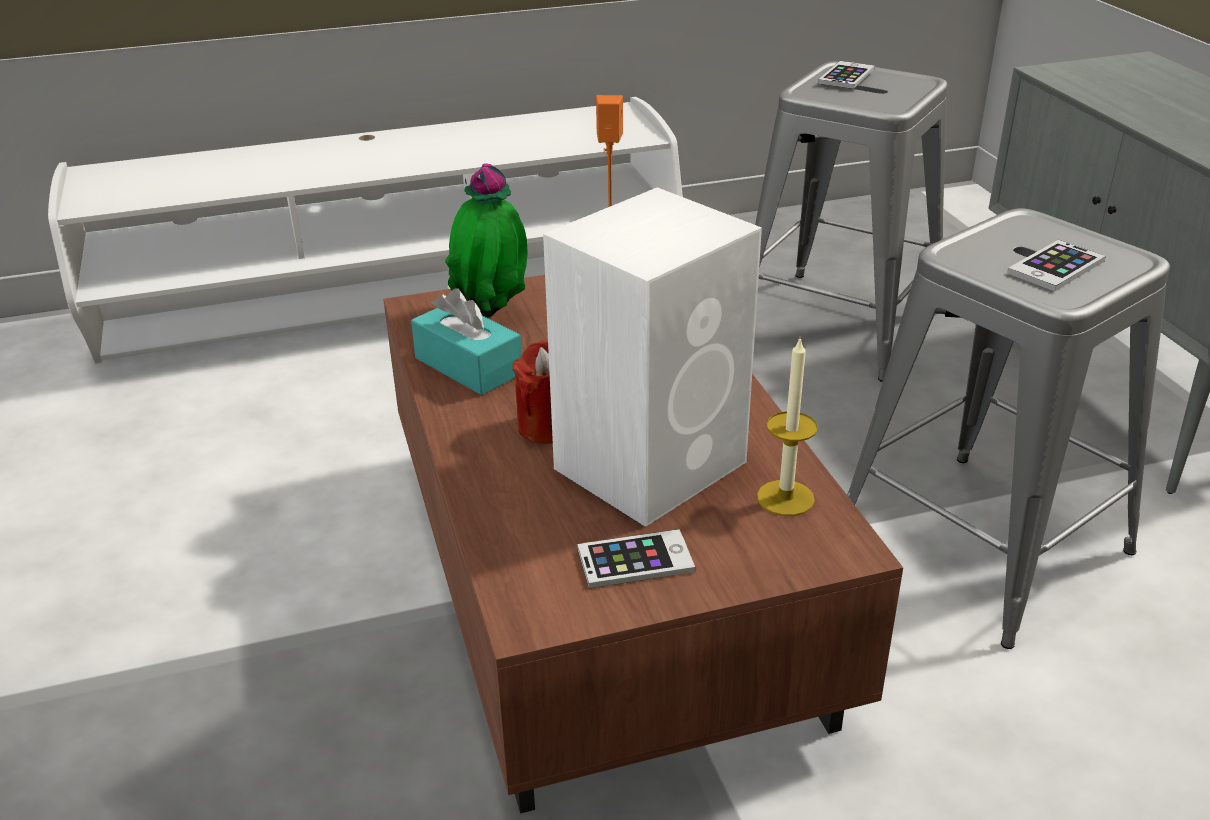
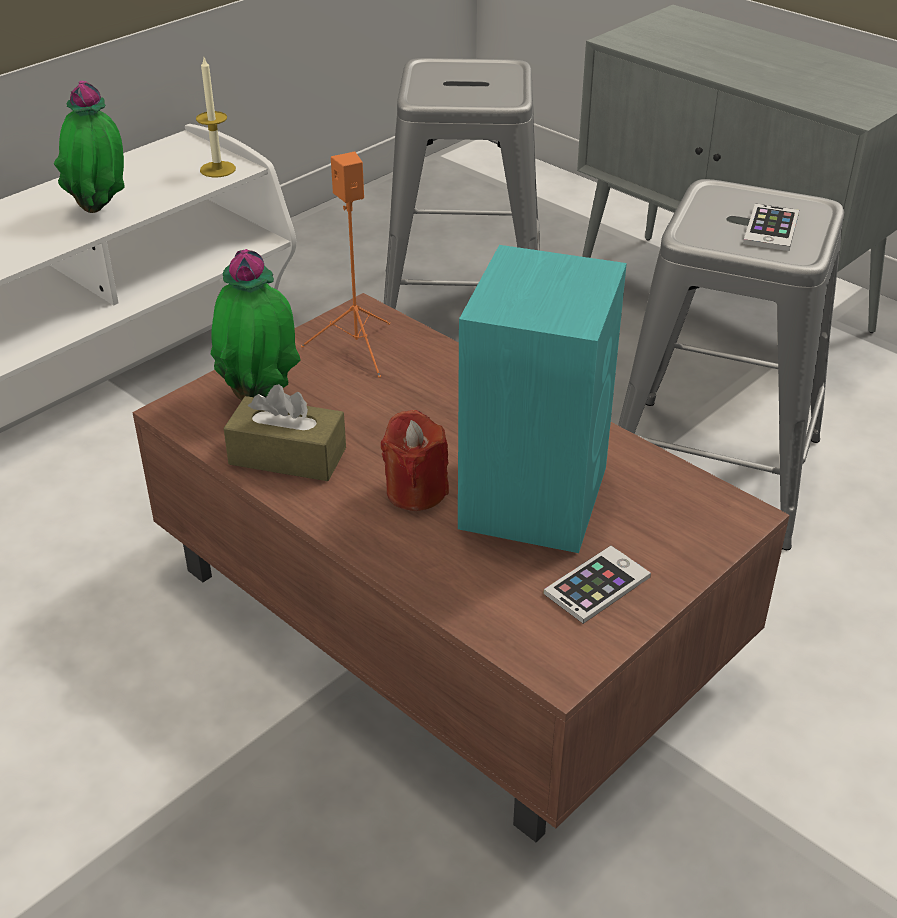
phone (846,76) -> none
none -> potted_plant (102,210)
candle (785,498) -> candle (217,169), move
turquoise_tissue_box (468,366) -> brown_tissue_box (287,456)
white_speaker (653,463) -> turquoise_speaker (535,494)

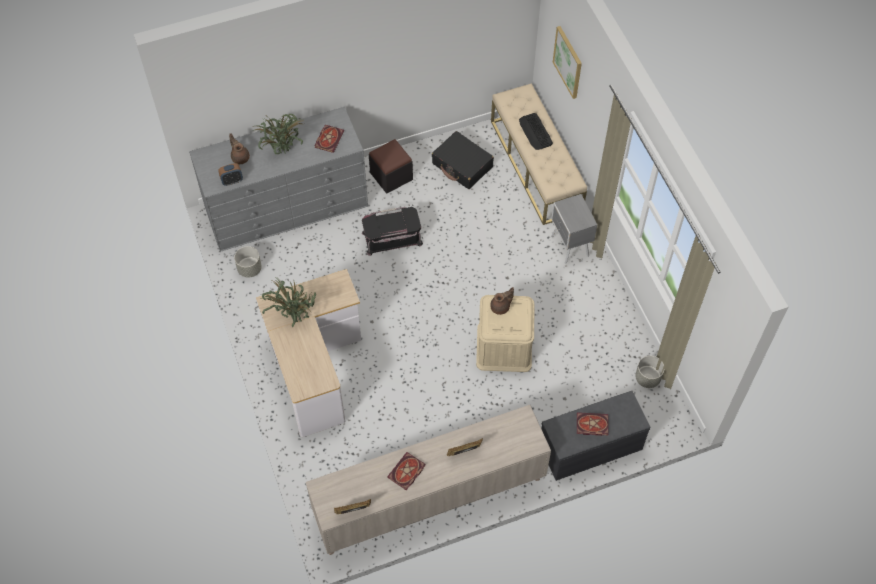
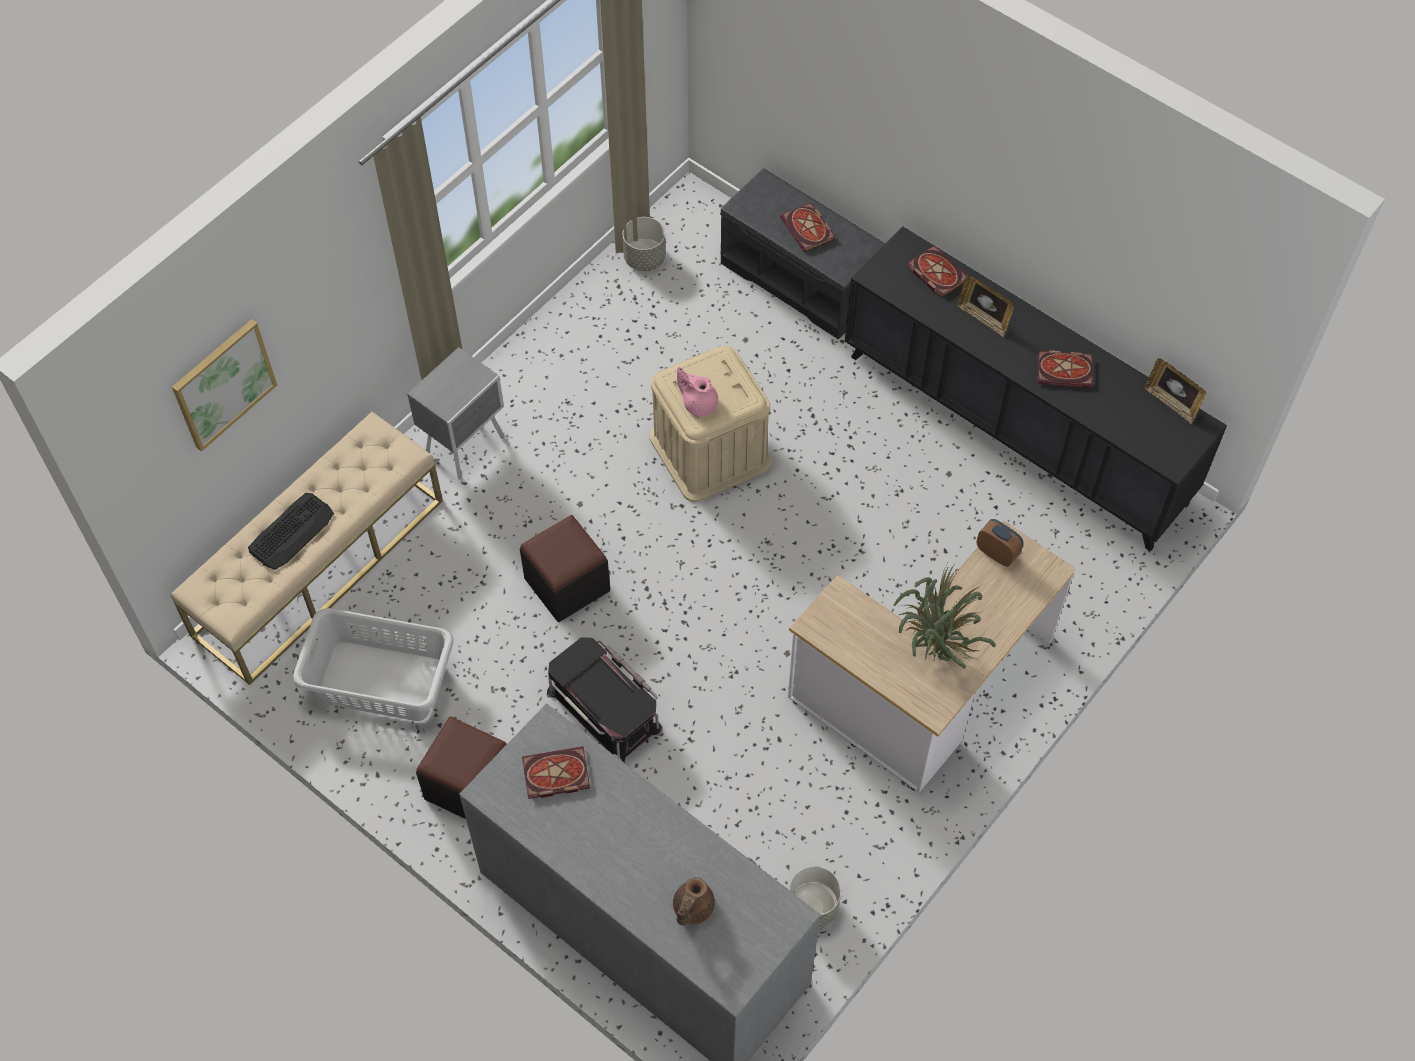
potted_plant (282,151) -> none
none -> black_ottoman (567,584)
none -> book (935,273)
alarm_clock (232,181) -> alarm_clock (997,553), move
black_suitcase (462,165) -> grey_laundry_basket (380,680)
beige_cabinet (429,498) -> black_cabinet (1016,427)
brown_teapot (501,307) -> pink_teapot (699,403)

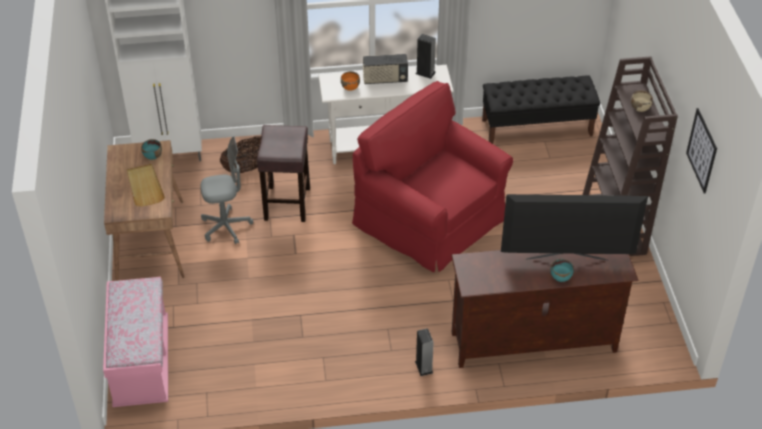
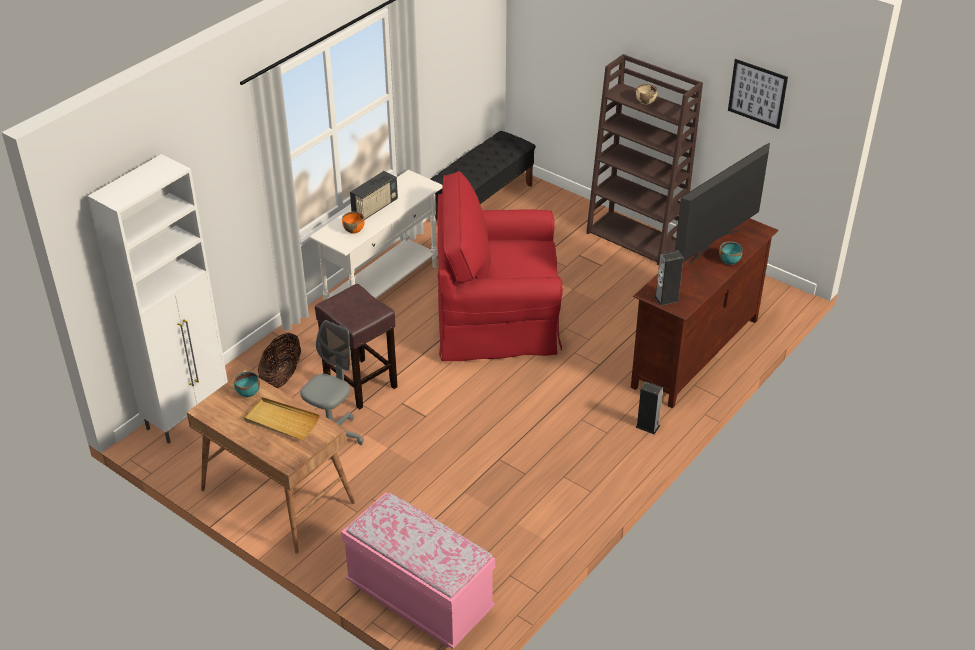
speaker (425,73) -> speaker (666,299), move

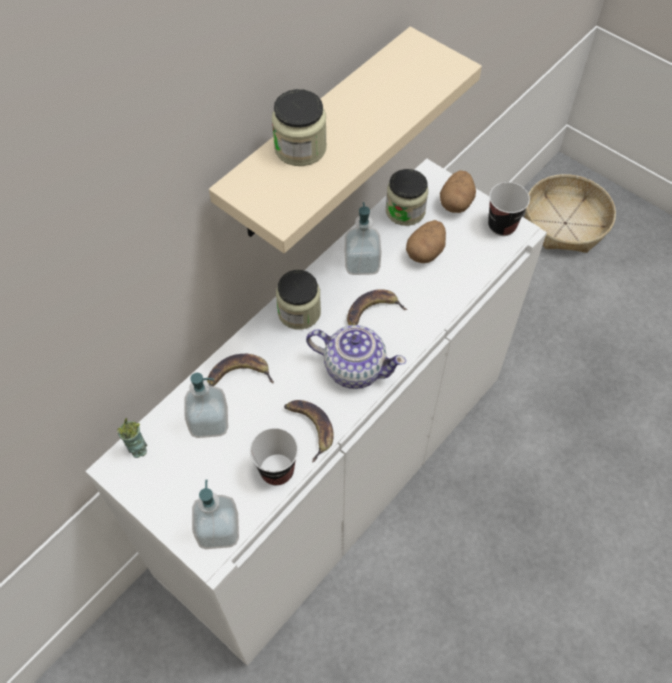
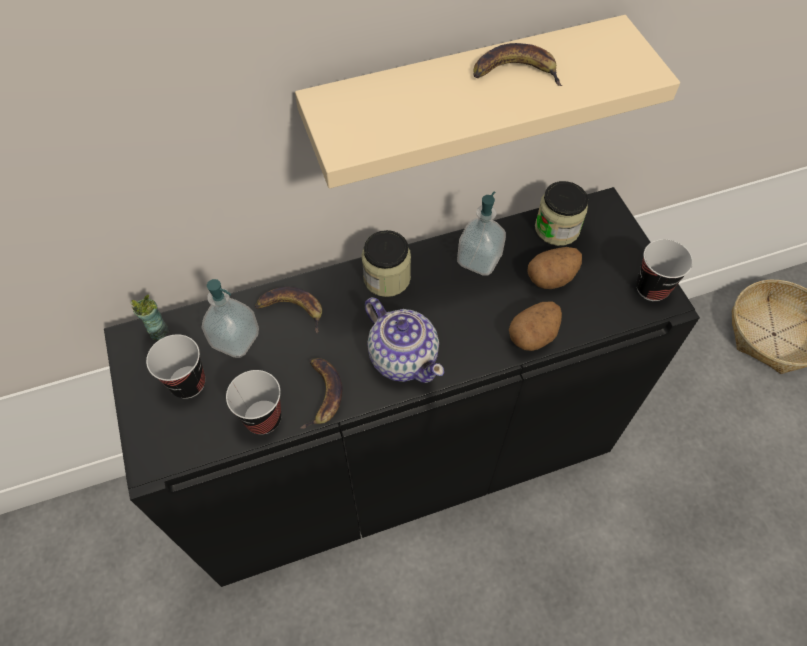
soap_dispenser (218,530) -> none
jar (300,148) -> none
none -> cup (188,383)
banana (372,312) -> banana (514,72), move
potato (456,202) -> potato (533,335), move
white_cabinet (336,473) -> black_cabinet (403,458)

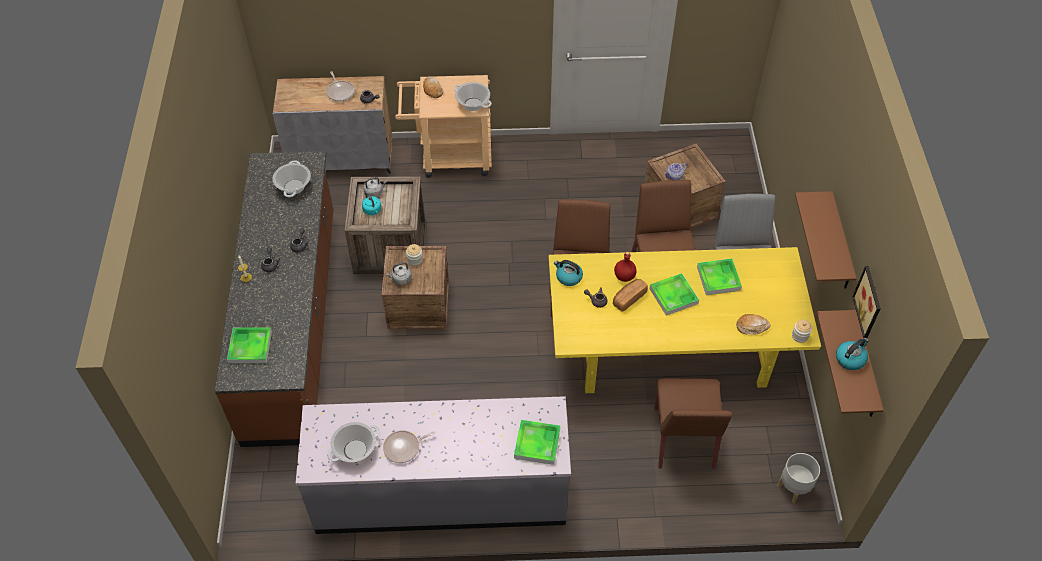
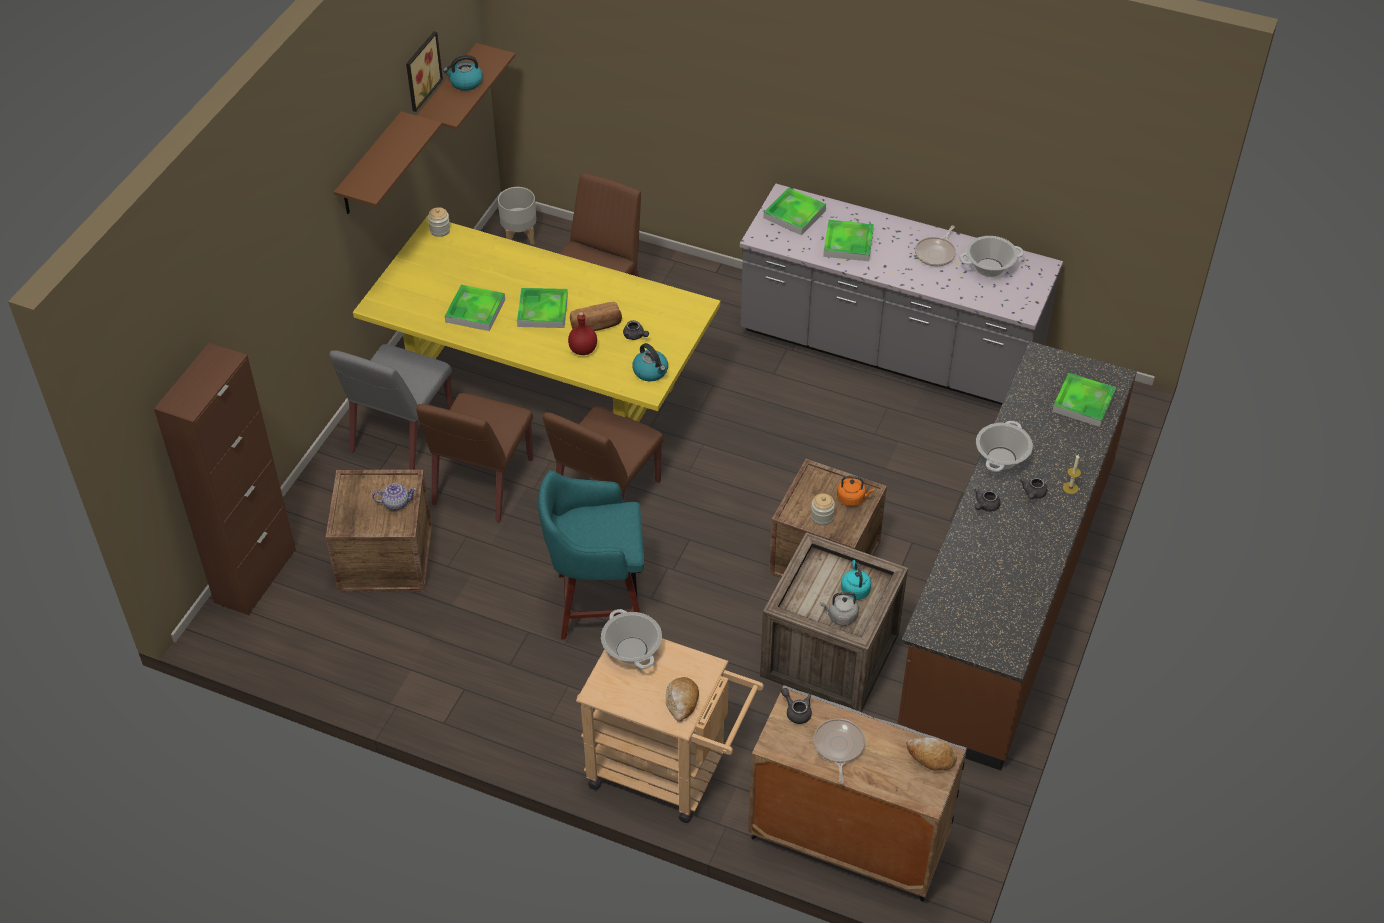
none -> brown_cabinet (255,576)
none -> turquoise_stool (597,604)
none -> tray (848,243)
cooking_pot (294,186) -> cooking_pot (1001,458), move
bread (751,327) -> bread (930,757), move
grey_kettle (400,279) -> orange_kettle (852,498)
frying_pan (404,448) -> frying_pan (936,253), 120 degrees clockwise

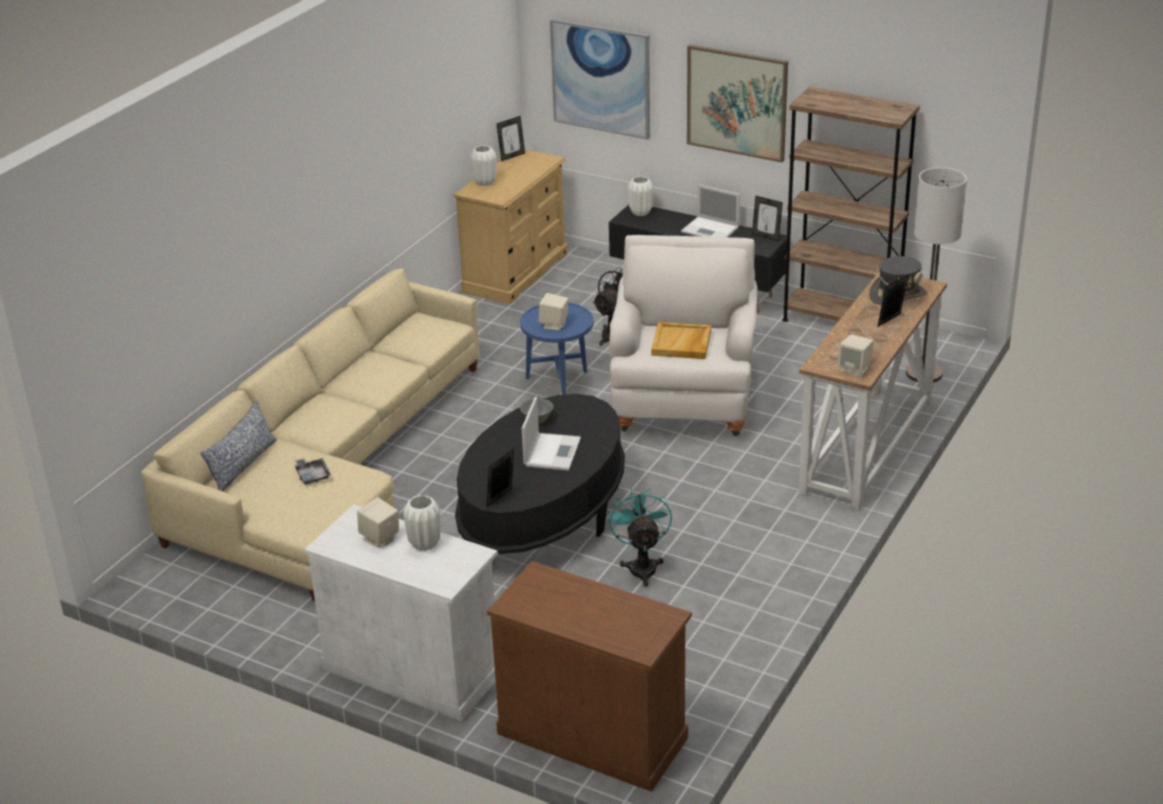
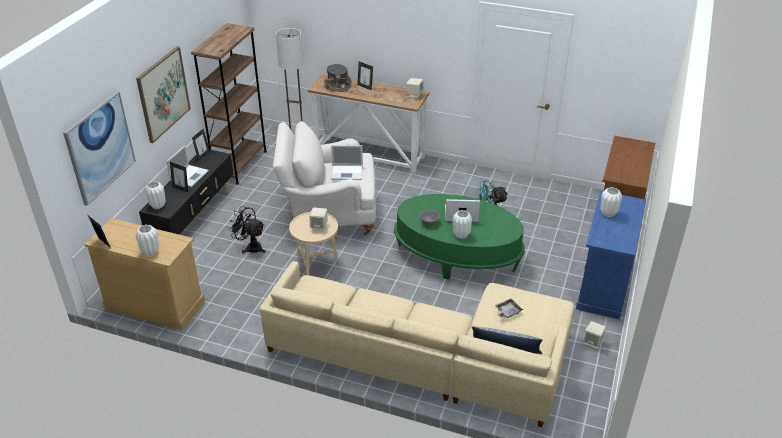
none -> white_vase (461,235)
beige_speaker (380,538) -> beige_speaker (592,342), move
picture_frame (501,499) -> picture_frame (181,188), move
beige_tray (682,343) -> laptop (347,172)
white_cabinet (413,670) -> blue_cabinet (603,285)
black_coffee_table (543,516) -> green_coffee_table (457,255)
blue_side_table (559,385) -> beige_side_table (316,265)

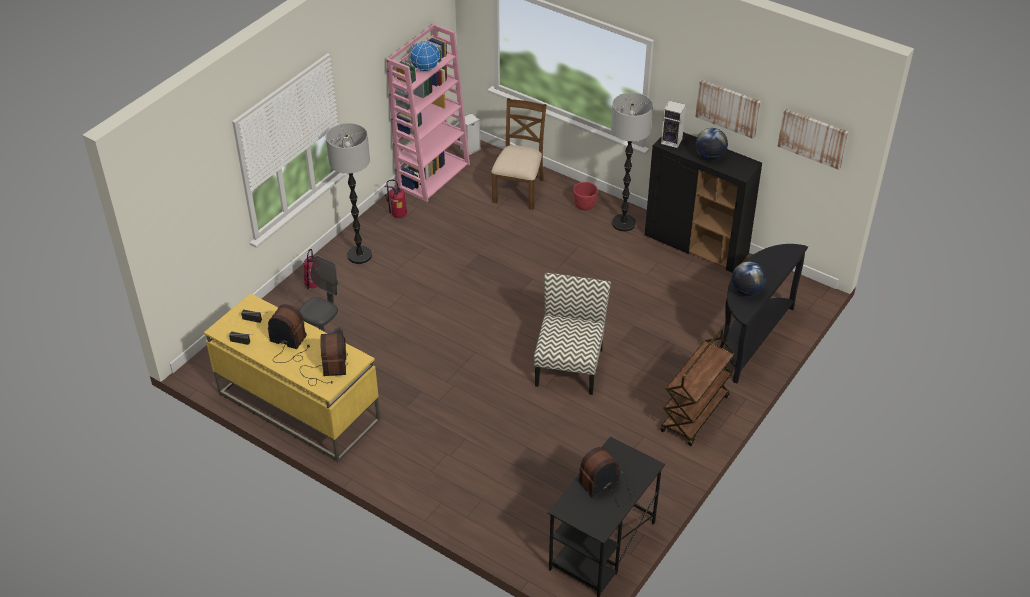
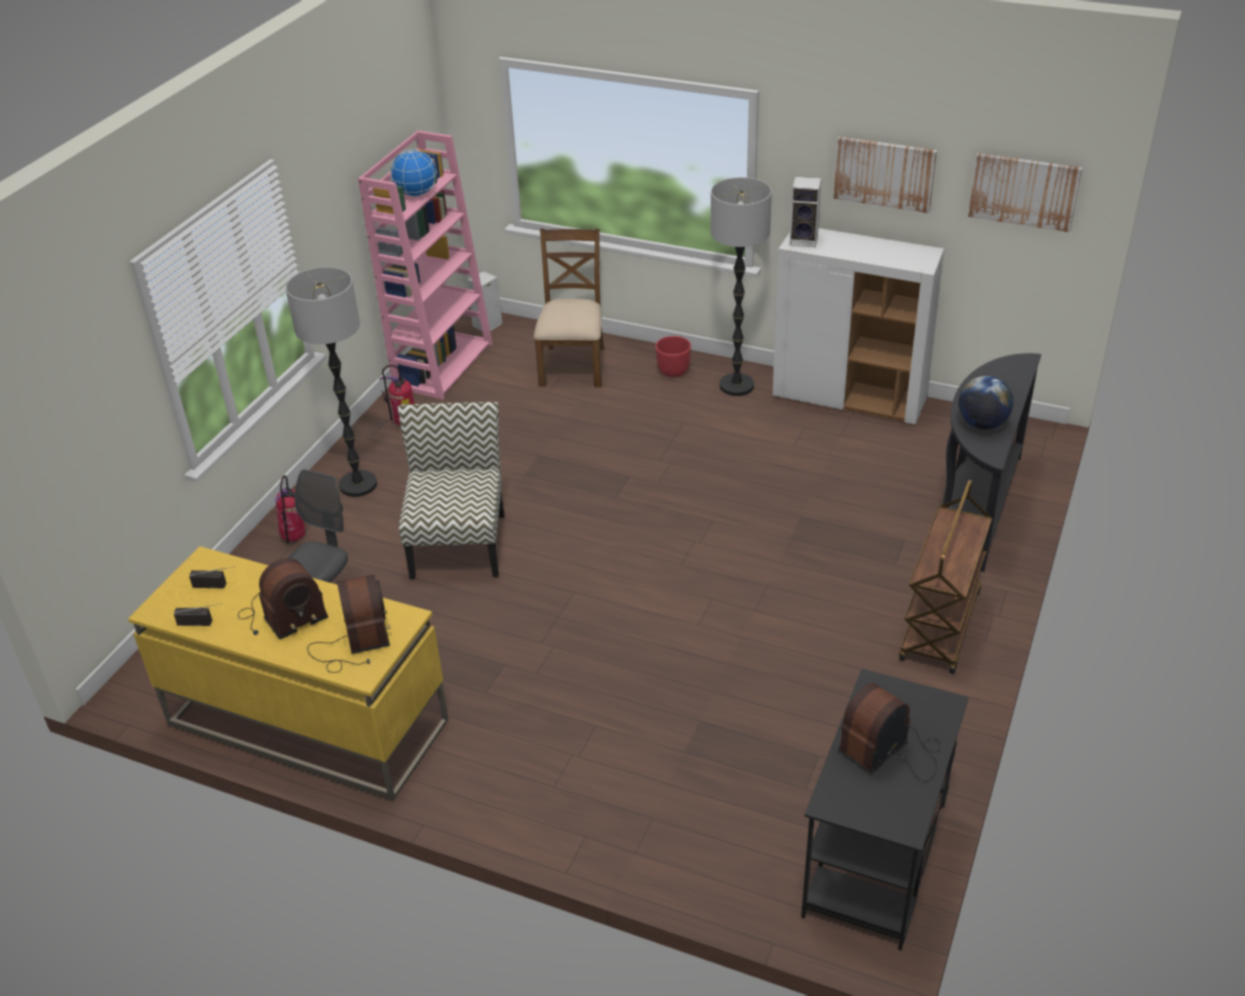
globe (709,157) -> none
chair (569,366) -> chair (458,544), move
black_cabinet (696,245) -> white_cabinet (850,398)
radio (289,345) -> radio (282,615), 135 degrees clockwise

